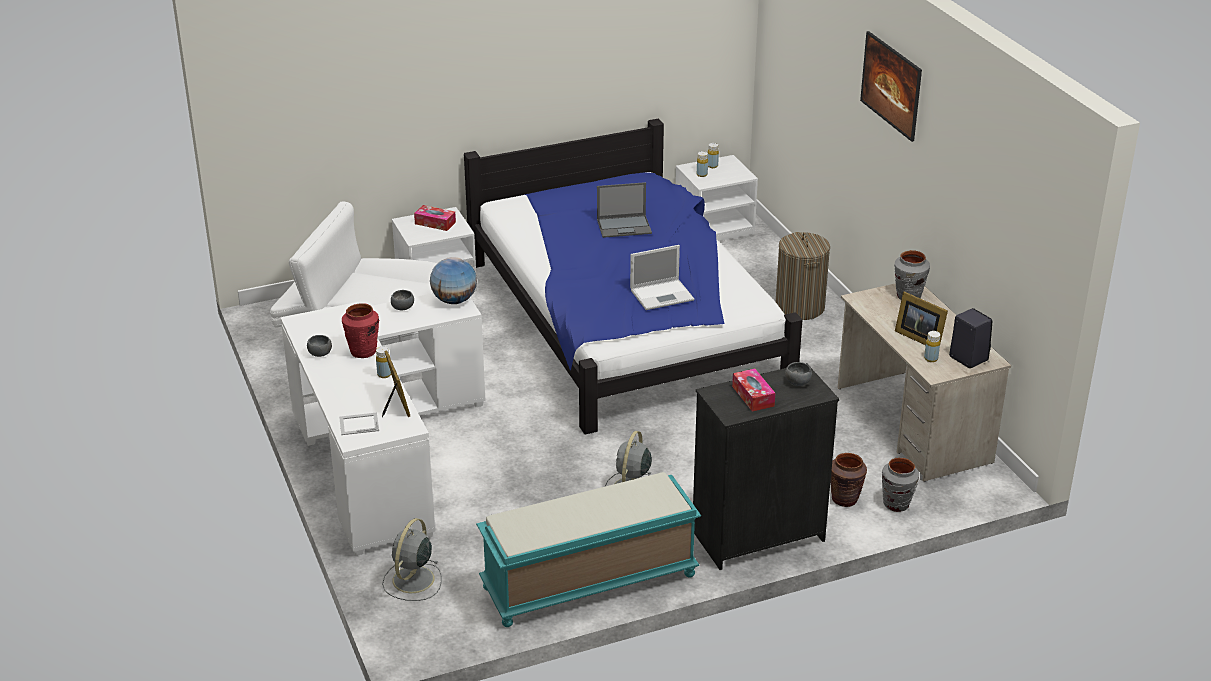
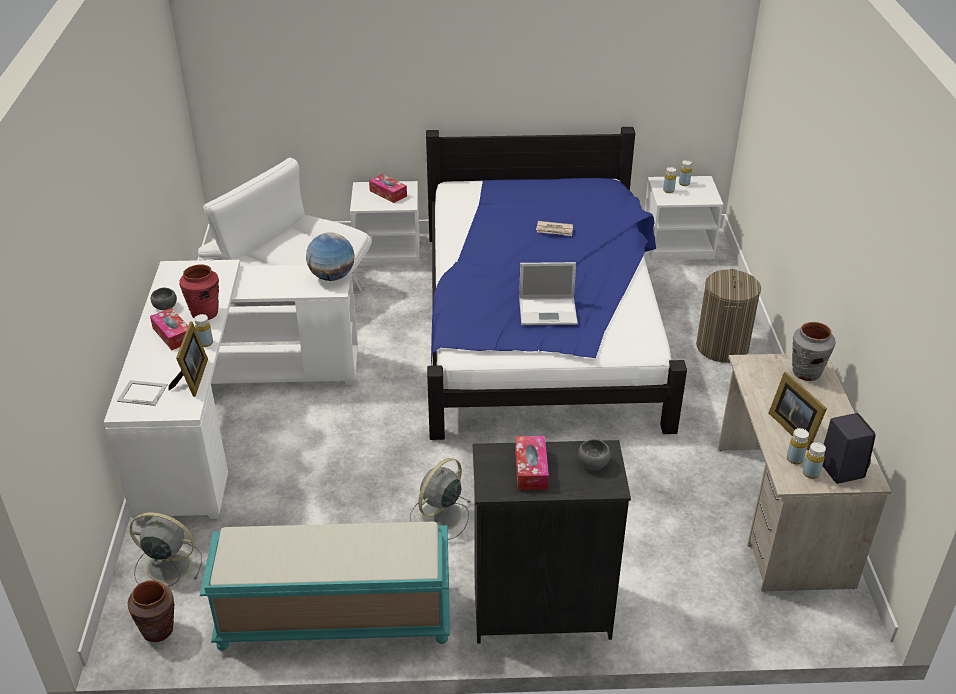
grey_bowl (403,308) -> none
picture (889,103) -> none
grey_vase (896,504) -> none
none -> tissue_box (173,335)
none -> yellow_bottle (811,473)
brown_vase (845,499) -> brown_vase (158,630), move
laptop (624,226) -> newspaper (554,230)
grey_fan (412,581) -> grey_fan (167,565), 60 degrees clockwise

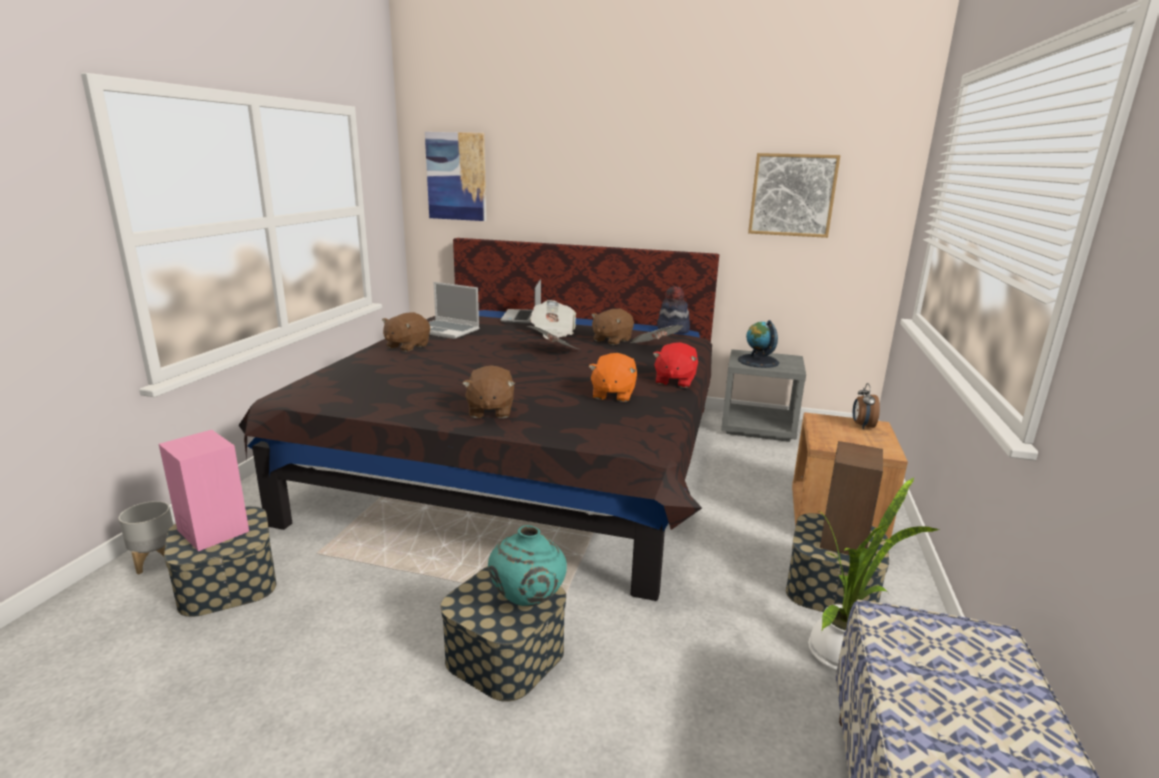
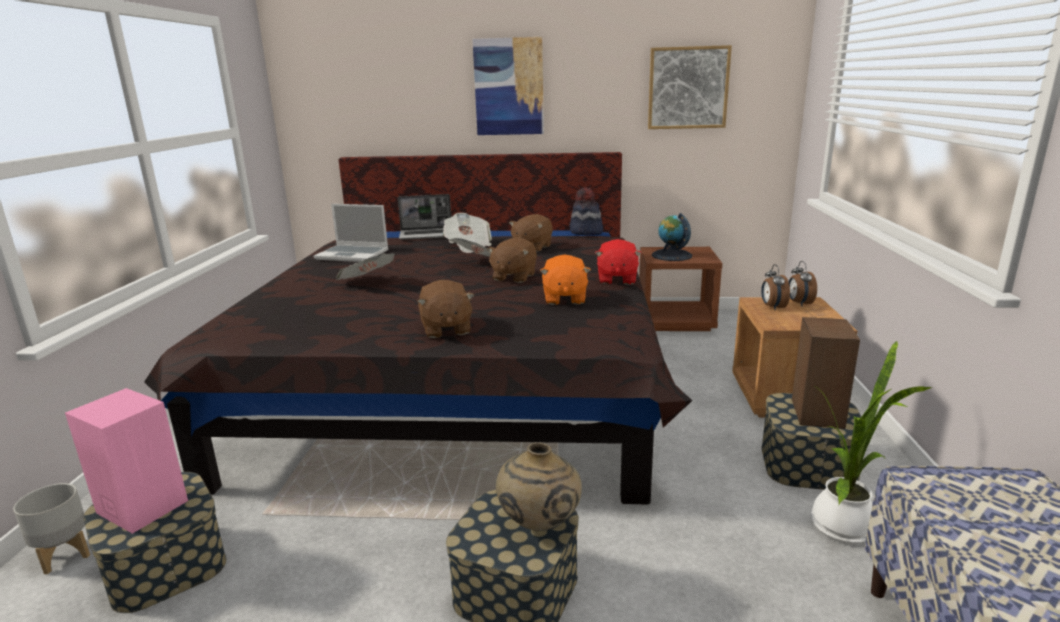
none -> alarm_clock (772,307)
brown_plush_toy (407,346) -> brown_plush_toy (513,277), move
picture (456,176) -> picture (509,87), move
newspaper (655,348) -> newspaper (366,283), move
turquoise_vase (527,601) -> beige_vase (539,525)
grey_nightstand (758,427) -> brown_nightstand (676,321)
laptop (522,318) -> laptop (427,235), 90 degrees counterclockwise

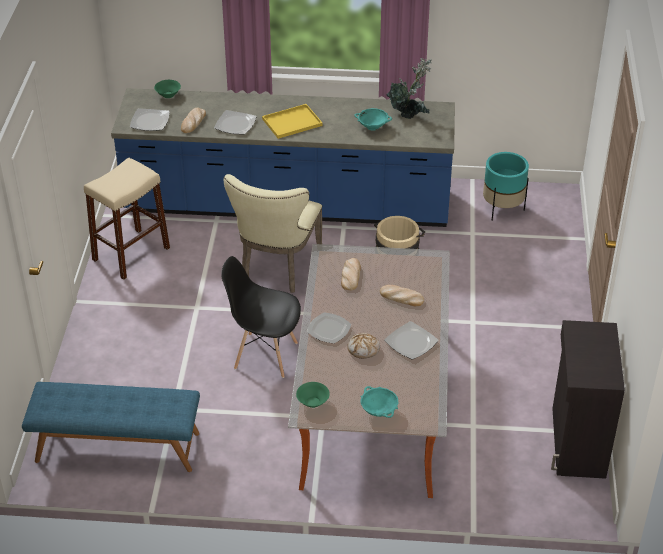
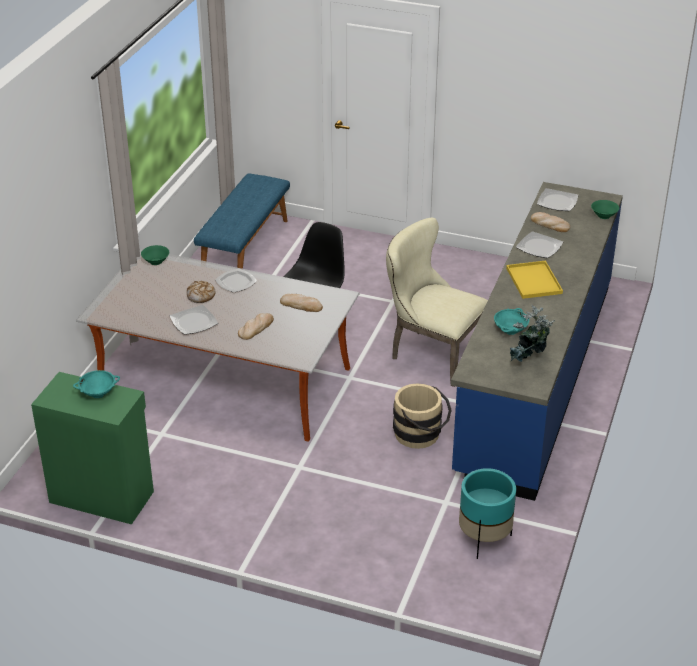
beige_stool (131,254) -> none
turquoise_bowl (379,411) -> turquoise_bowl (98,393), move
black_cabinet (576,443) -> green_cabinet (101,496)

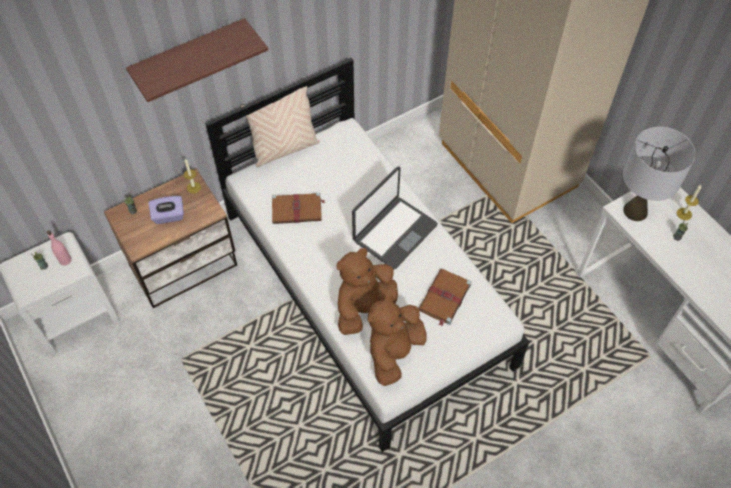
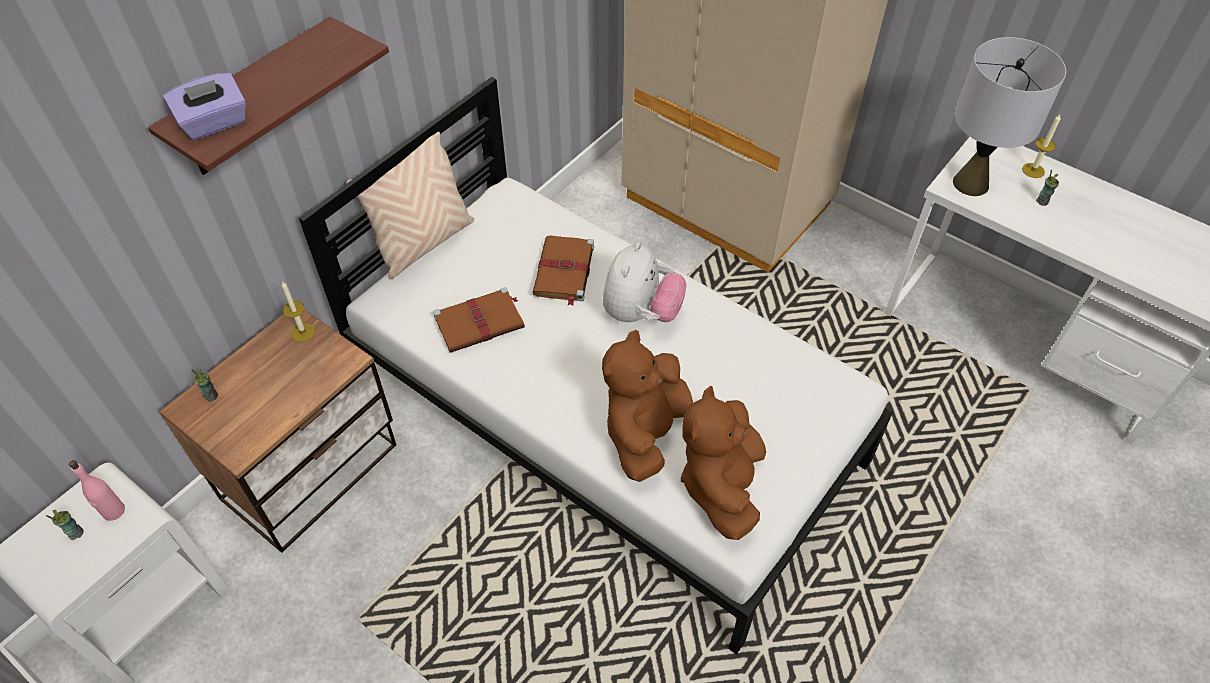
purple_tissue_box (169,216) -> purple_tissue_box (215,123), move
brown_book (444,298) -> brown_book (564,271), move
laptop (394,232) -> plush_toy (641,313)

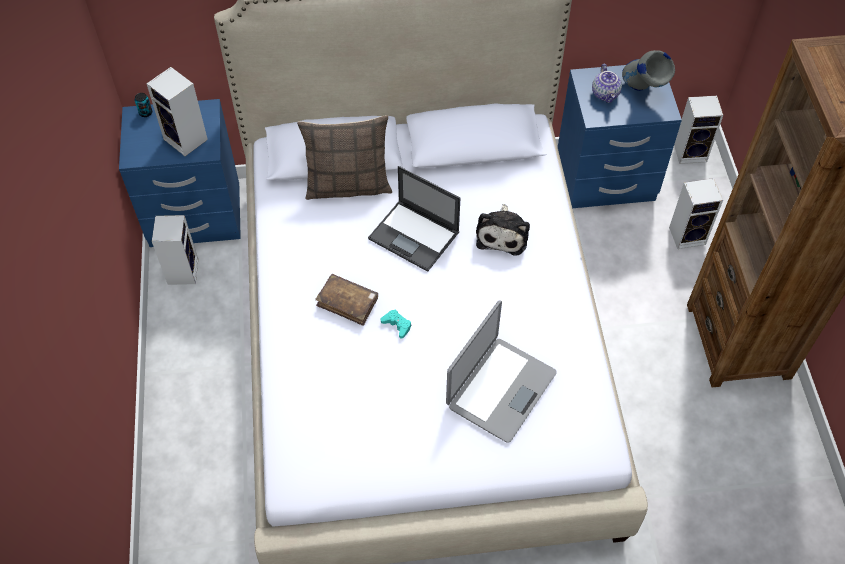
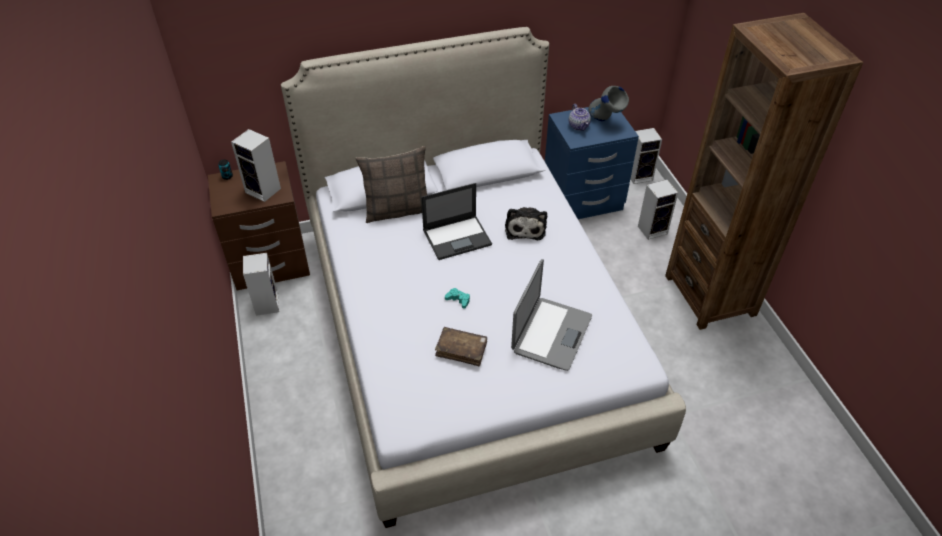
brown_book (348,303) -> brown_book (461,350), move
blue_nightstand (195,216) -> brown_nightstand (270,264)
laptop (415,236) -> laptop (457,237), 45 degrees counterclockwise

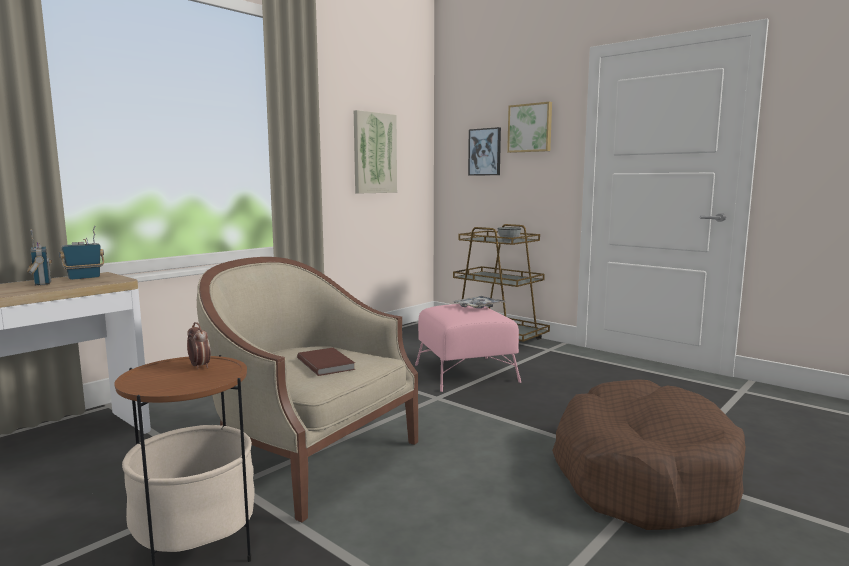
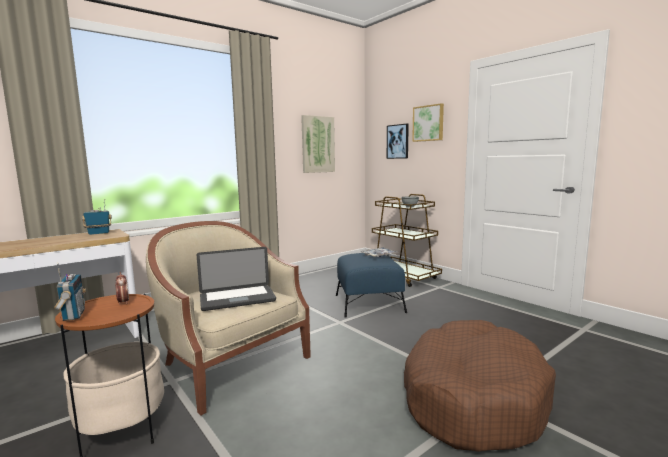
radio (41,283) -> radio (73,315), move
brown_book (326,363) -> laptop (237,299)
pink_ottoman (466,373) -> blue_ottoman (369,303)

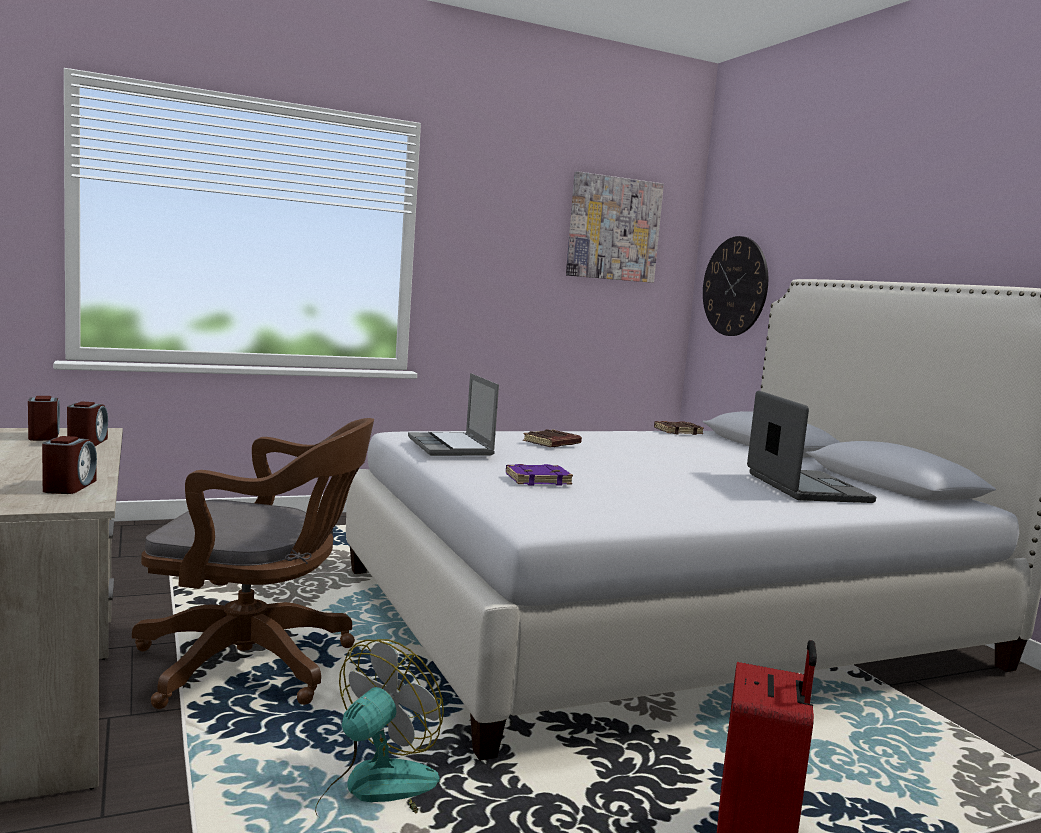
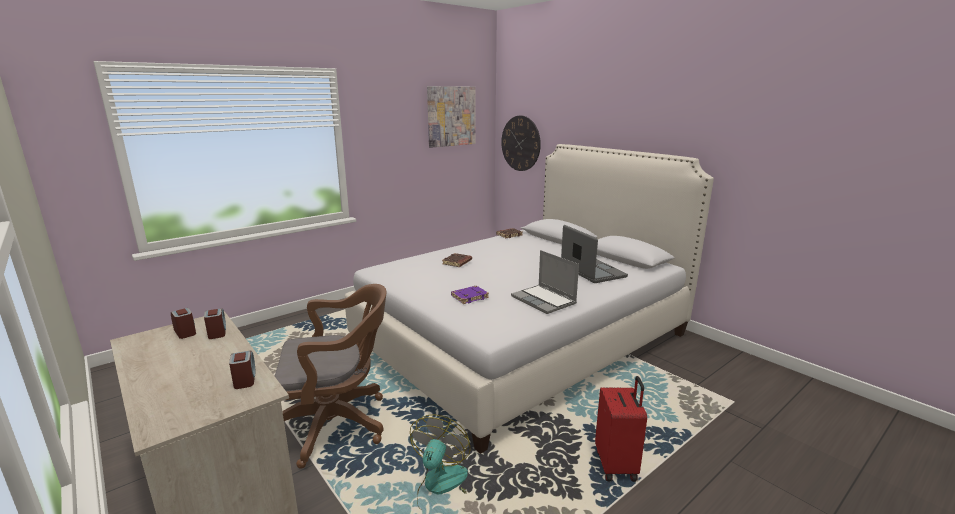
laptop (452,447) -> laptop (544,300), move

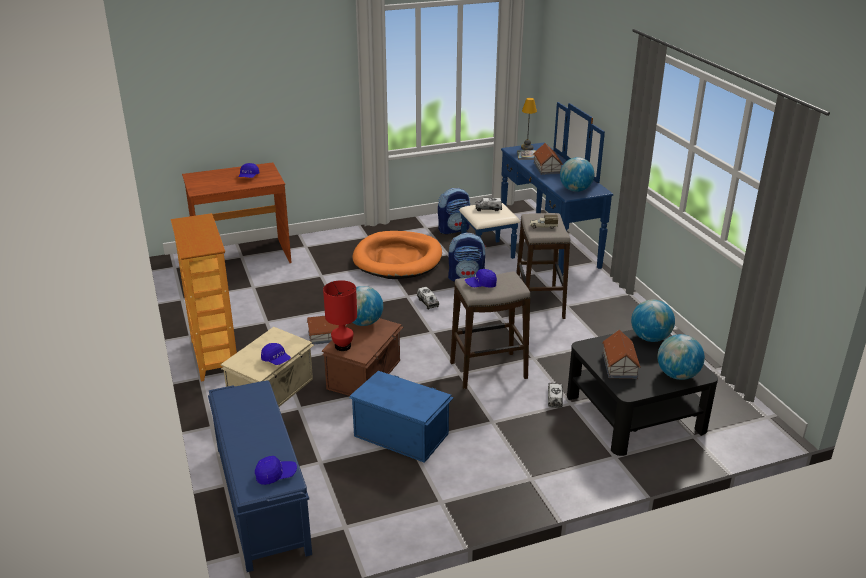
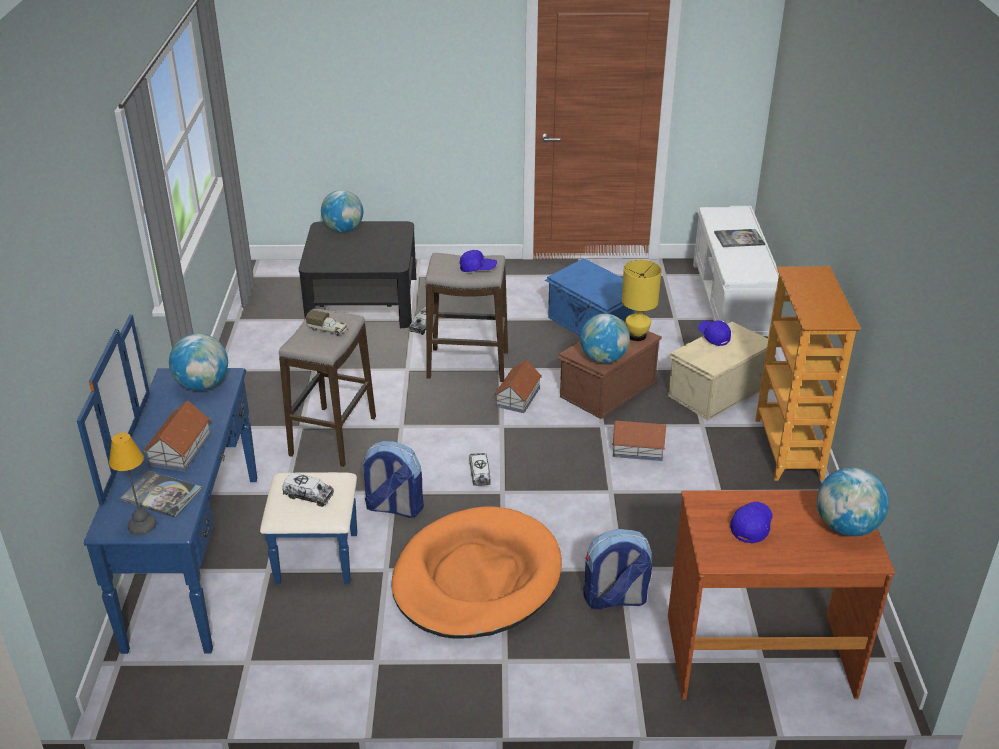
blue_cap (276,475) -> none
none -> book (739,239)
backpack (454,229) -> backpack (615,599), move
toy_house (619,366) -> toy_house (518,397), move
globe (650,338) -> globe (846,527), move
blue_bench (261,497) -> white_bench (731,303)
red_table_lamp (342,346) -> yellow_table_lamp (637,336)

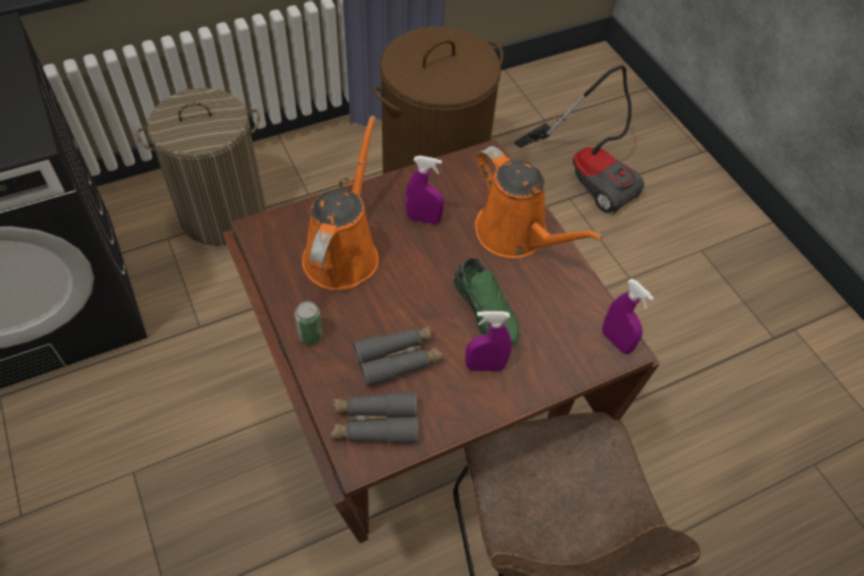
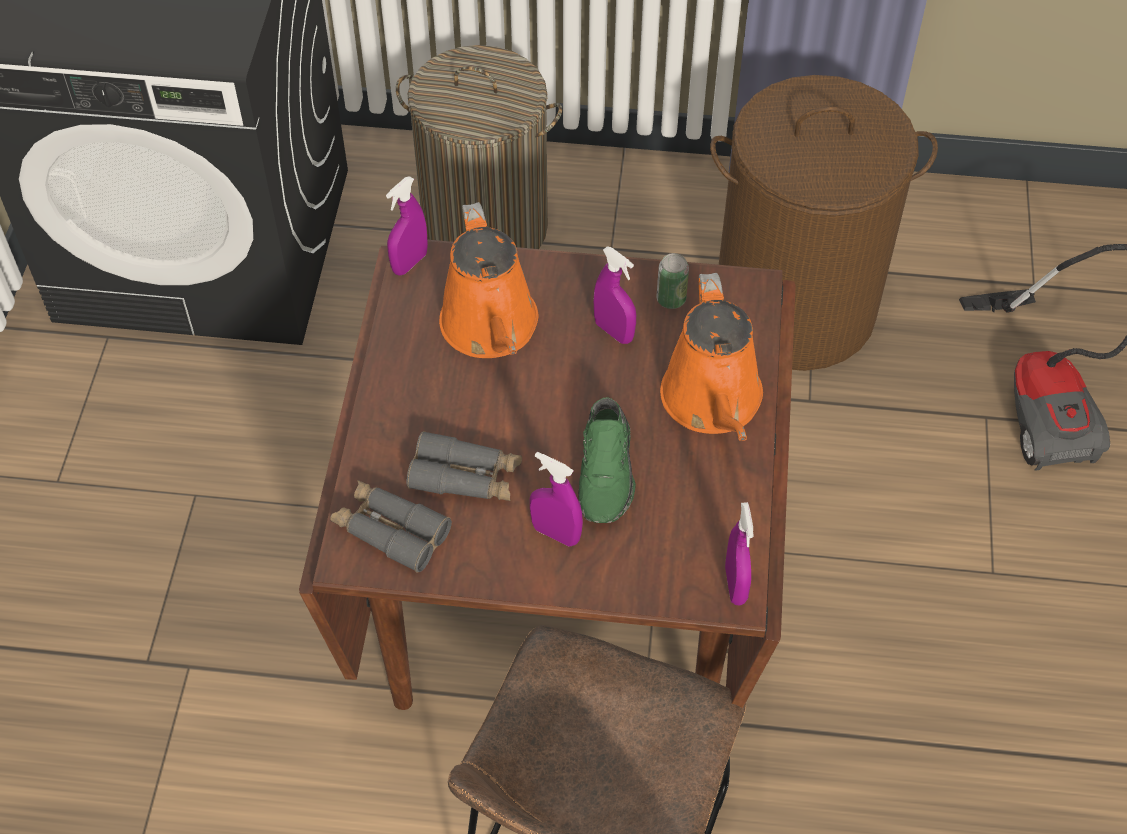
none -> purple_spray_bottle (409,263)
can (310,335) -> can (671,299), move
orange_watering_can (343,252) -> orange_watering_can (491,328), 120 degrees clockwise

